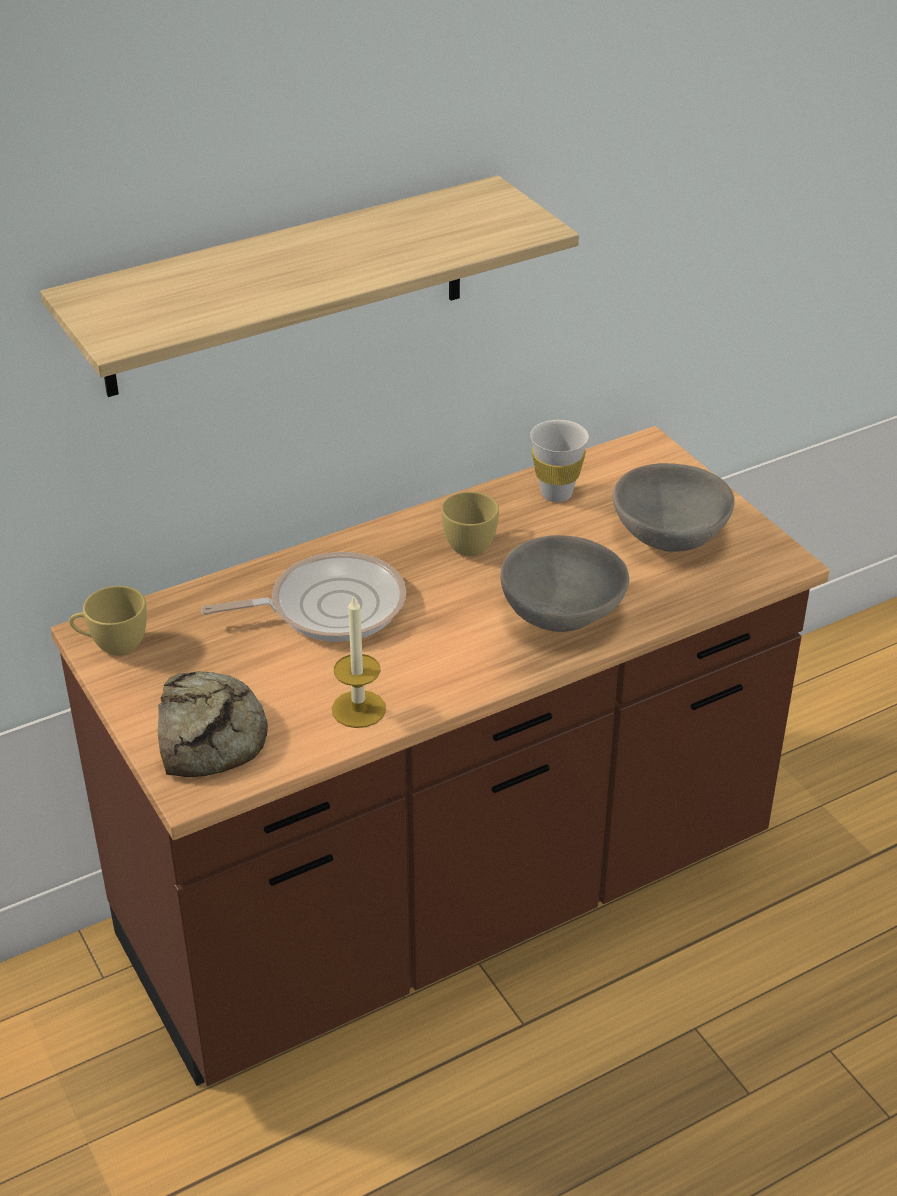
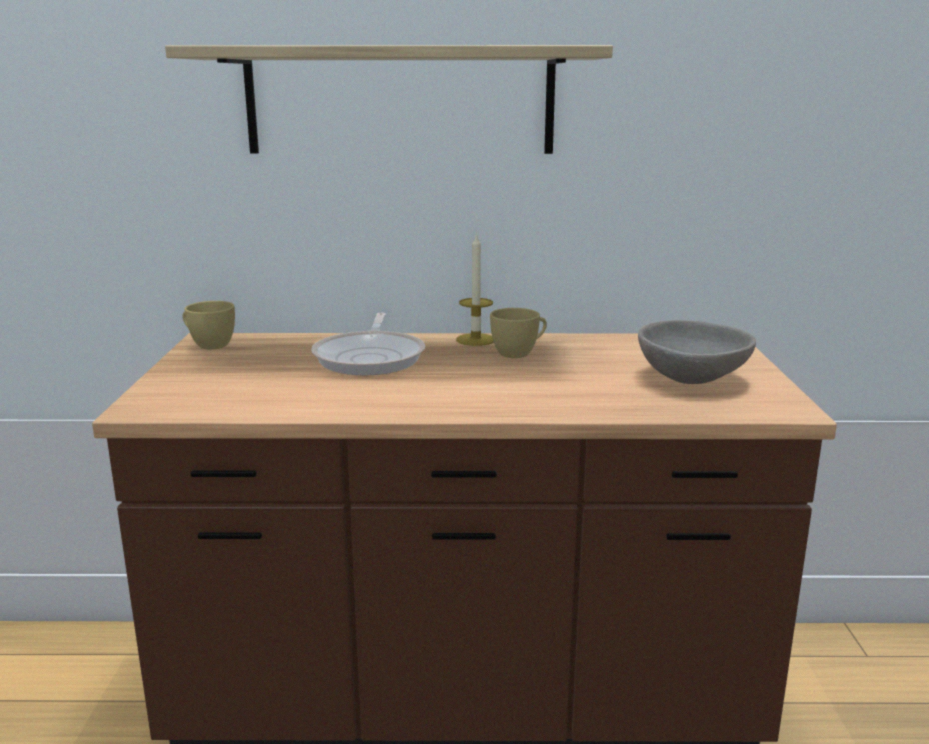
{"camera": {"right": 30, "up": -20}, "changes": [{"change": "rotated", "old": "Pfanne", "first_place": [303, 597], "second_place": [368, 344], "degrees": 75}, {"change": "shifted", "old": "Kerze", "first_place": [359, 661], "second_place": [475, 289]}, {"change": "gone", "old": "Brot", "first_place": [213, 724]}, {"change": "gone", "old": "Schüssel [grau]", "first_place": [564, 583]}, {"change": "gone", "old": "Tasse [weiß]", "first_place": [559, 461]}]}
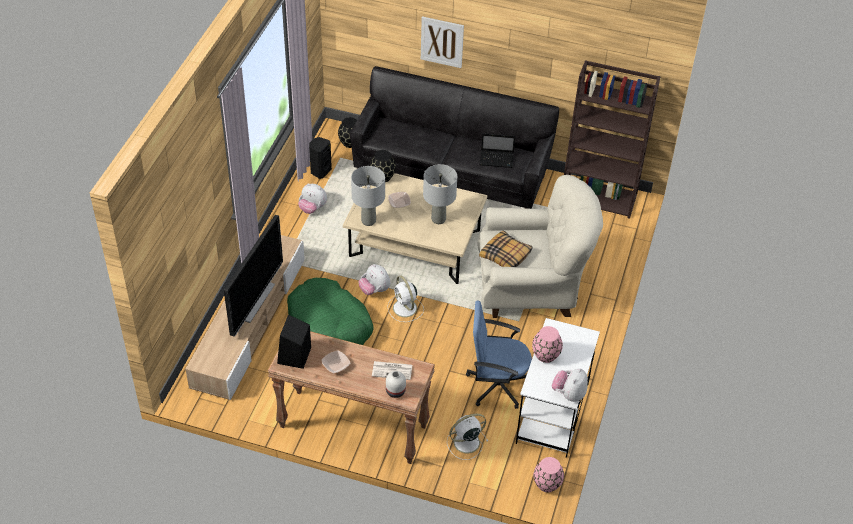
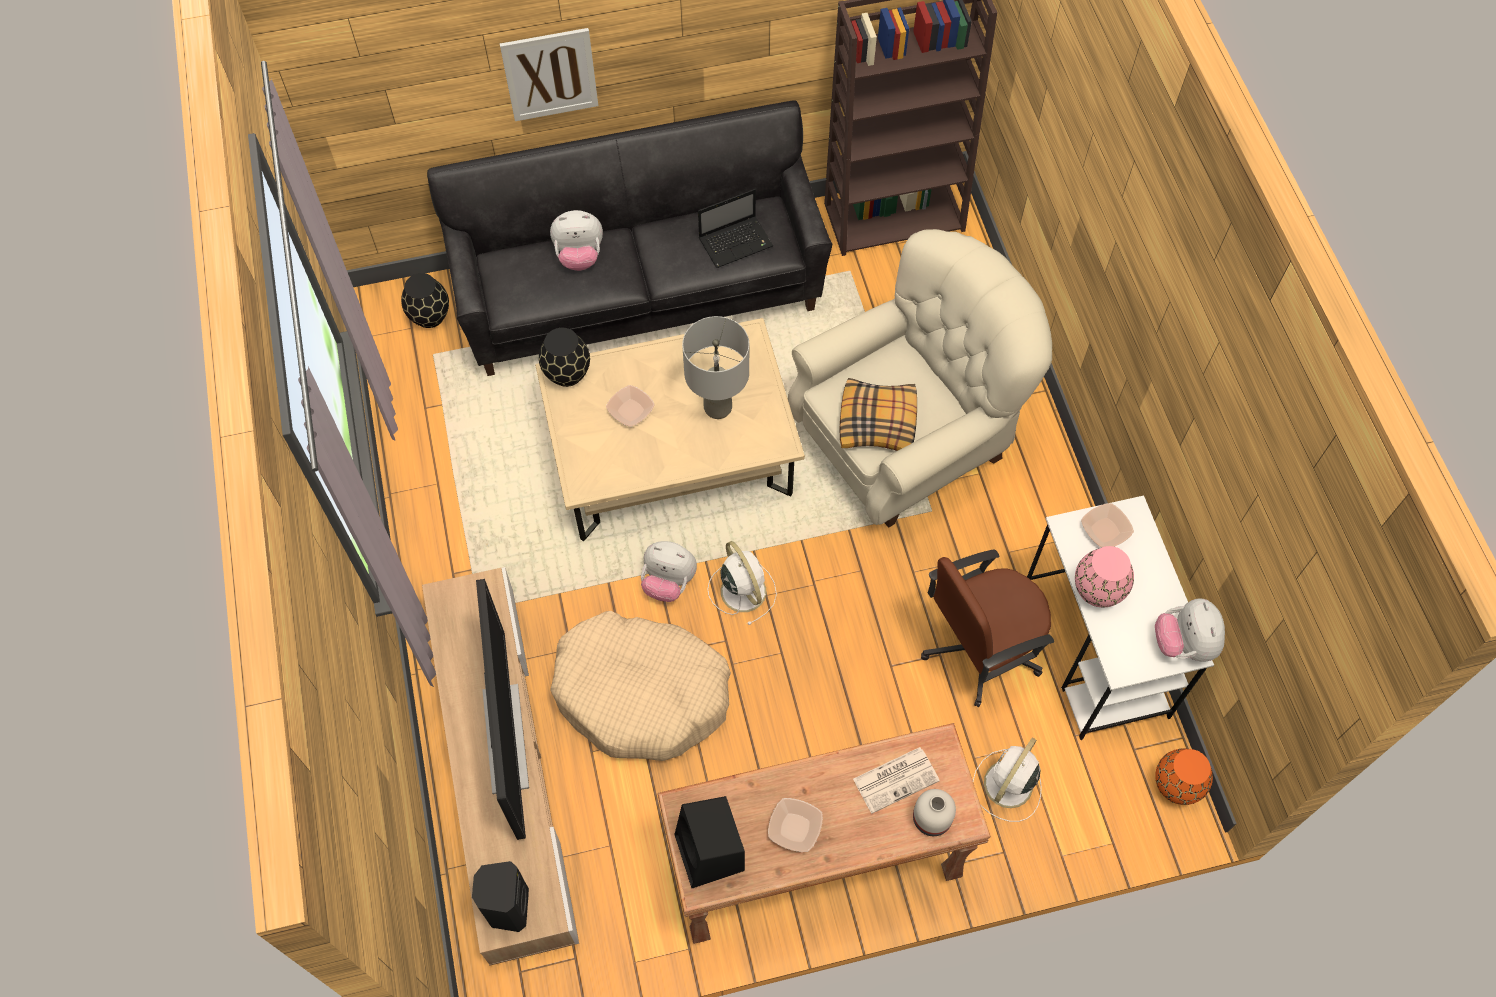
{"camera": {"right": -30, "up": 15}, "changes": [{"change": "shifted", "old": "Lautsprecher [schwarz]", "first_place": [320, 158], "second_place": [500, 896]}, {"change": "shifted", "old": "Plüschtier", "first_place": [312, 199], "second_place": [576, 240]}, {"change": "repainted", "old": "Hundebett [grün]", "new": "Hundebett [beige]", "first_place": [330, 311], "second_place": [640, 686]}, {"change": "rotated", "old": "Ventilator [weiß]", "first_place": [406, 299], "second_place": [742, 583], "degrees": -150}, {"change": "repainted", "old": "Bürostuhl [blau]", "new": "Bürostuhl [braun]", "first_place": [499, 355], "second_place": [987, 628]}, {"change": "new", "new": "Schüssel", "second_place": [1107, 525]}, {"change": "repainted", "old": "Vase [rosa]", "new": "Vase [orange]", "first_place": [549, 474], "second_place": [1184, 776]}, {"change": "gone", "old": "Tischlampe [grau]", "first_place": [368, 196]}]}
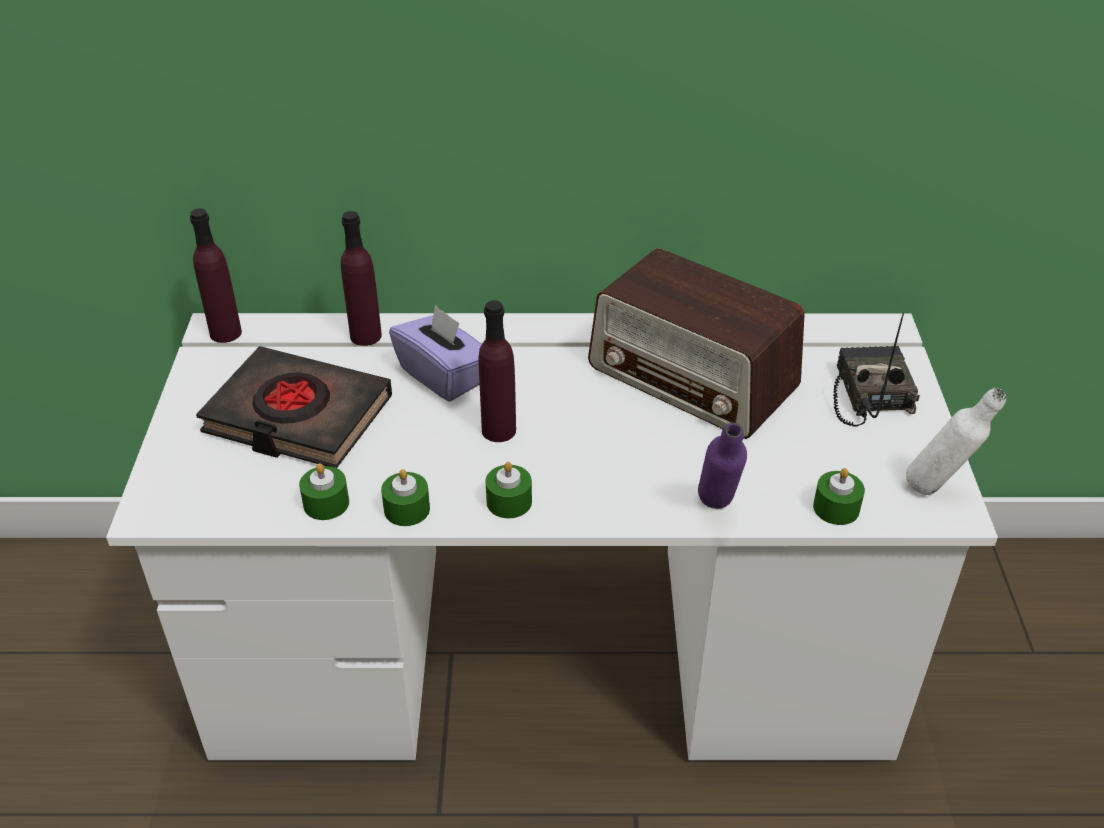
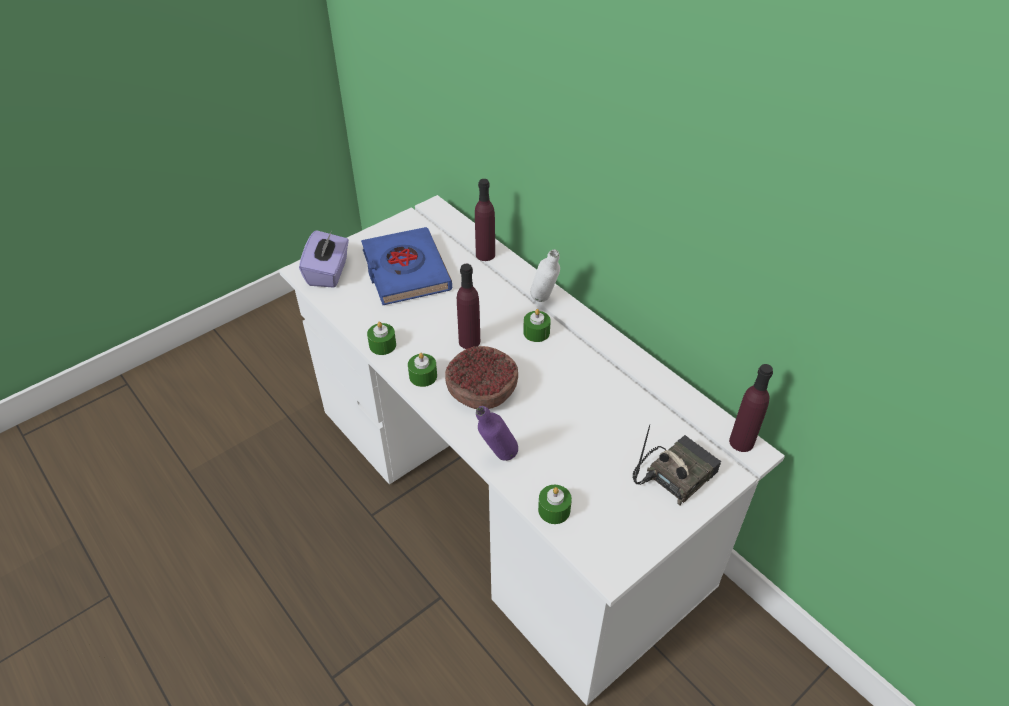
{"camera": {"right": 50, "up": 5}, "changes": [{"change": "shifted", "old": "Taschentuchbox [lila]", "first_place": [435, 353], "second_place": [324, 259]}, {"change": "repainted", "old": "Buch [schwarz]", "new": "Buch [blau]", "first_place": [294, 407], "second_place": [406, 266]}, {"change": "new", "new": "Schüssel", "second_place": [481, 377]}, {"change": "shifted", "old": "Kerze [grün]", "first_place": [324, 491], "second_place": [537, 325]}, {"change": "shifted", "old": "Flasche [weiß]", "first_place": [956, 441], "second_place": [545, 275]}, {"change": "shifted", "old": "Flasche [lila]", "first_place": [216, 275], "second_place": [751, 408]}, {"change": "gone", "old": "Radio", "first_place": [696, 343]}]}
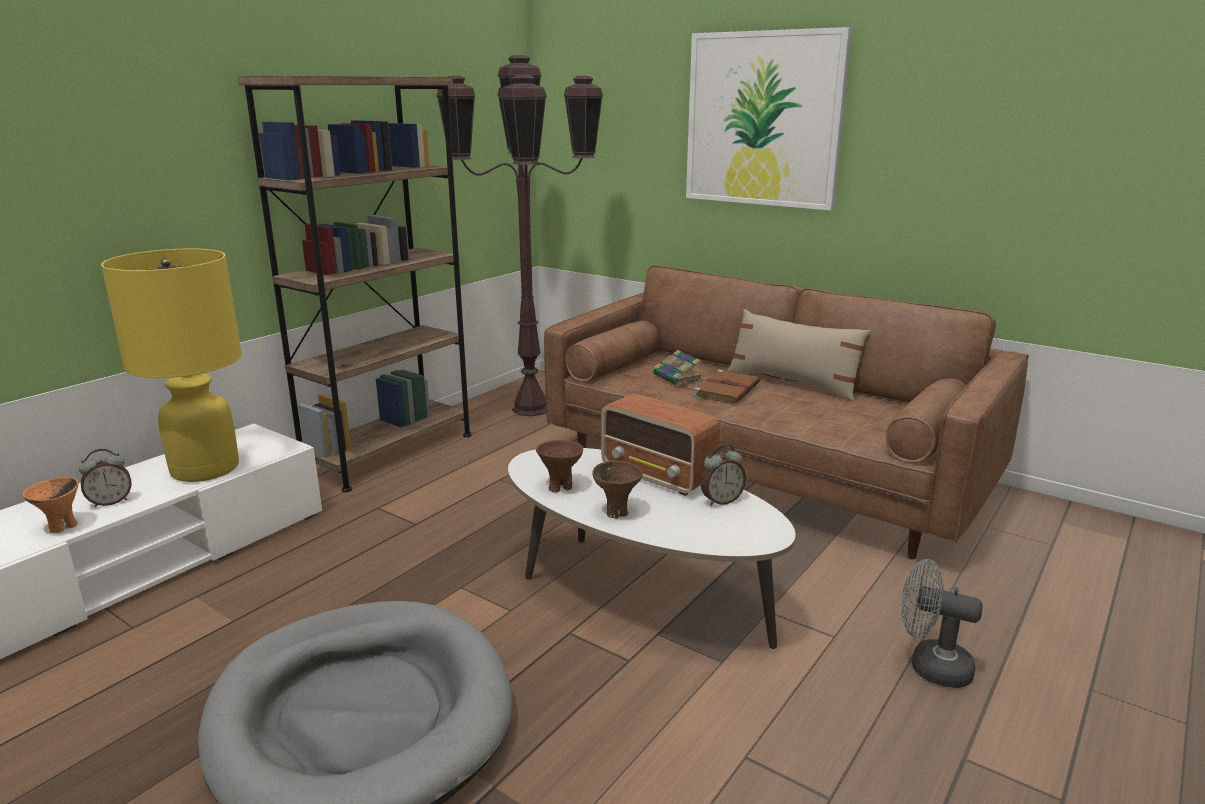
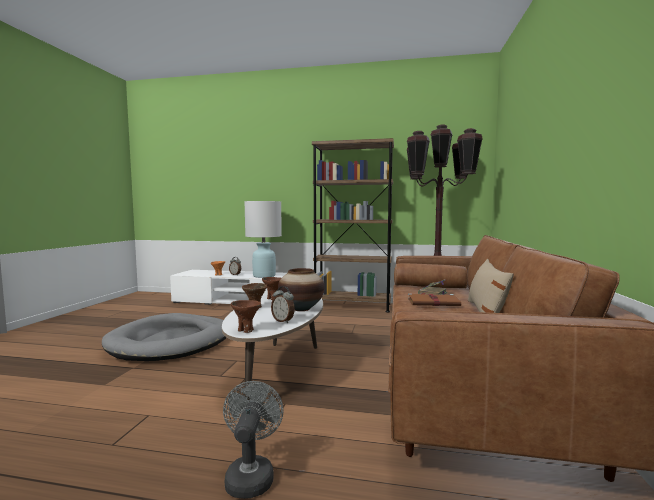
{"camera": {"right": 65, "up": -15}, "changes": [{"change": "new", "new": "Schüssel [braun]", "second_place": [246, 316]}, {"change": "repainted", "old": "Tischlampe [gelb]", "new": "Tischlampe [weiß]", "first_place": [171, 365], "second_place": [263, 239]}, {"change": "swapped", "old": "Radio", "new": "Vase", "first_place": [660, 445], "second_place": [301, 289]}, {"change": "gone", "old": "Bild", "first_place": [769, 119]}]}
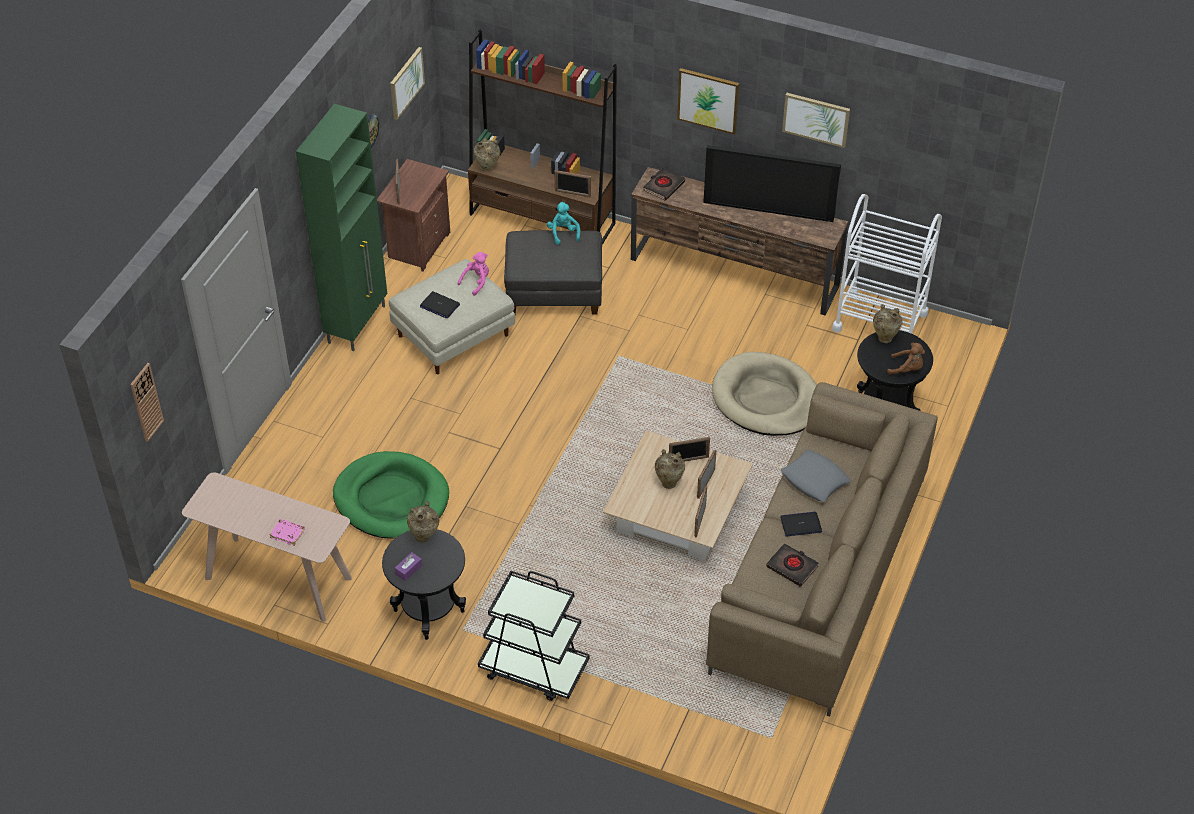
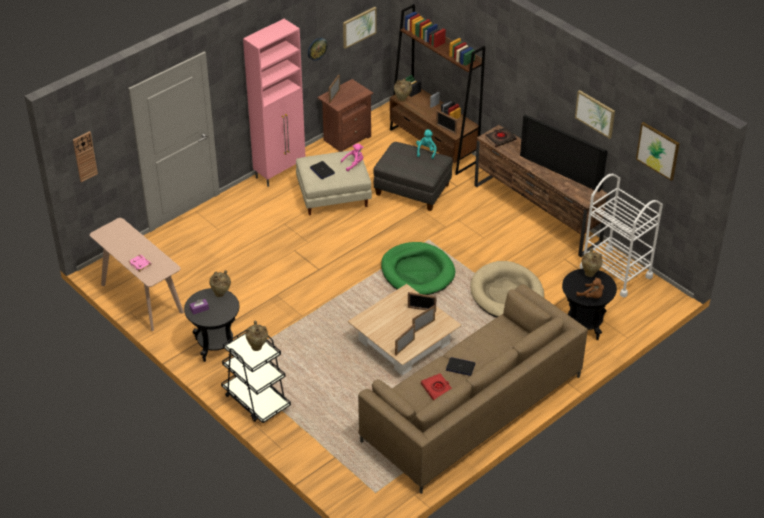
{"camera": {"right": 25, "up": -5}, "changes": [{"change": "repainted", "old": "Schrank [grün]", "new": "Schrank [rosa]", "first_place": [341, 227], "second_place": [274, 103]}, {"change": "shifted", "old": "Vase [beige]", "first_place": [670, 469], "second_place": [257, 335]}, {"change": "shifted", "old": "Hundebett [grün]", "first_place": [391, 495], "second_place": [418, 268]}, {"change": "repainted", "old": "Buch [schwarz]", "new": "Buch [rot]", "first_place": [792, 565], "second_place": [436, 386]}, {"change": "shifted", "old": "Bild", "first_place": [708, 101], "second_place": [658, 151]}, {"change": "gone", "old": "Kissen [grau]", "first_place": [816, 475]}]}
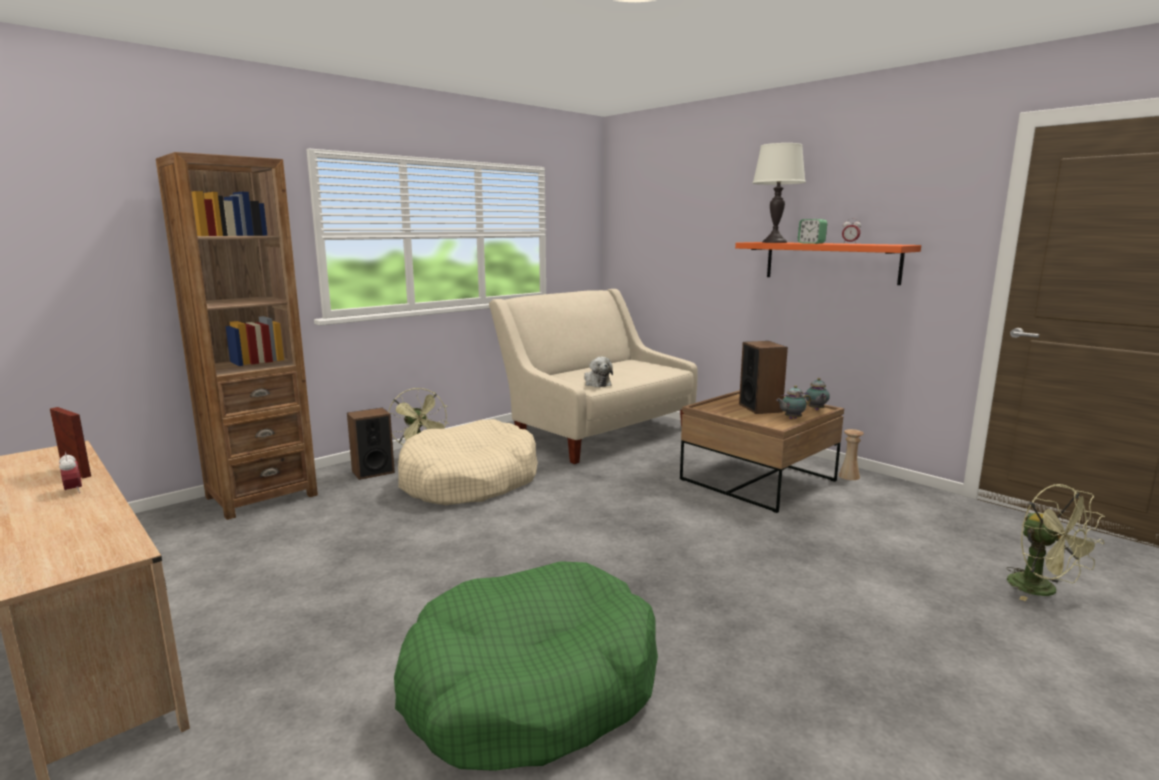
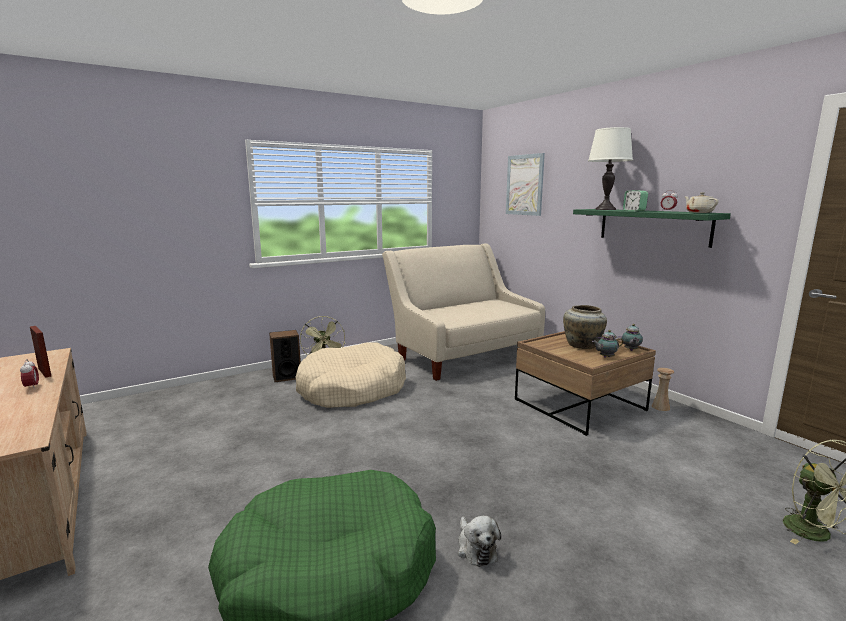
{"camera": {"right": 10, "up": 0}, "changes": [{"change": "shifted", "old": "Plüschtier", "first_place": [598, 372], "second_place": [479, 541]}, {"change": "new", "new": "Bild", "second_place": [525, 184]}, {"change": "swapped", "old": "Lautsprecher", "new": "Vase [beige]", "first_place": [763, 377], "second_place": [585, 327]}, {"change": "repainted", "old": "Wandregal [orange]", "new": "Wandregal [grün]", "first_place": [828, 263], "second_place": [652, 228]}, {"change": "new", "new": "Teekanne [beige]", "second_place": [701, 202]}, {"change": "gone", "old": "Bücherregal [braun]", "first_place": [237, 336]}]}
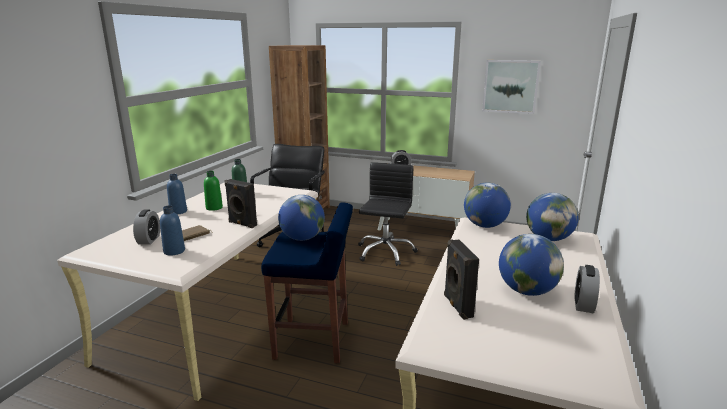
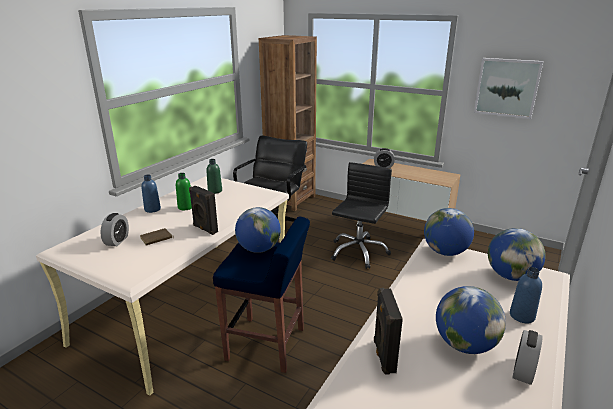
{"camera": {"right": 10, "up": 5}, "changes": [{"change": "shifted", "old": "Flasche [blau]", "first_place": [172, 231], "second_place": [526, 295]}]}
